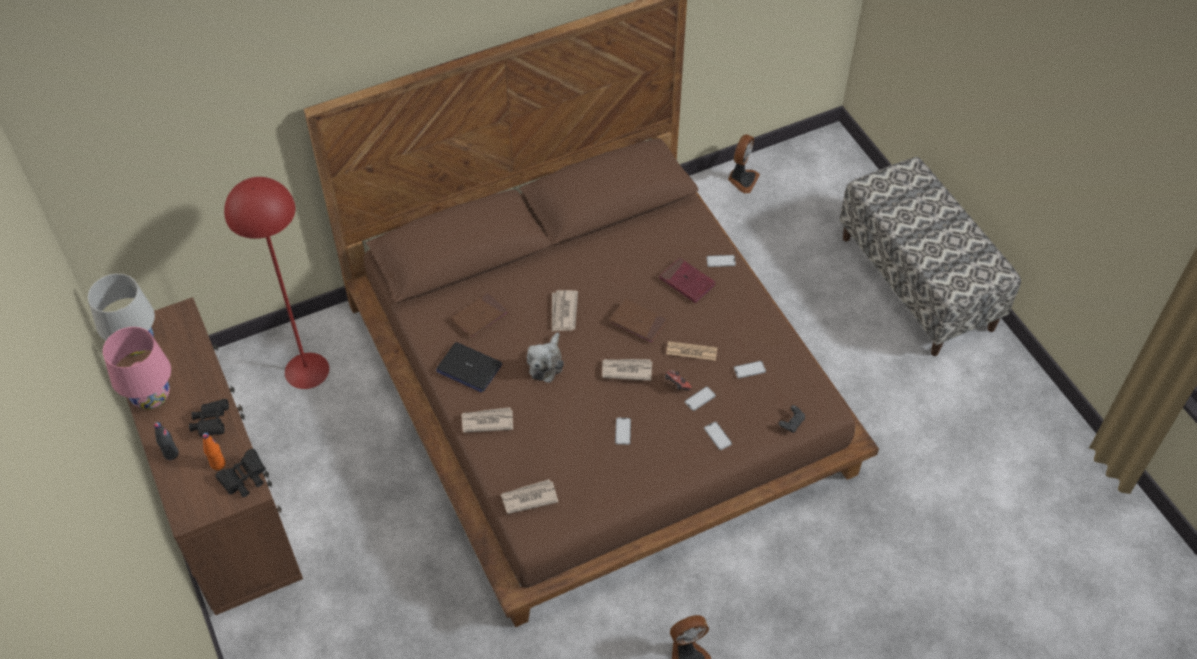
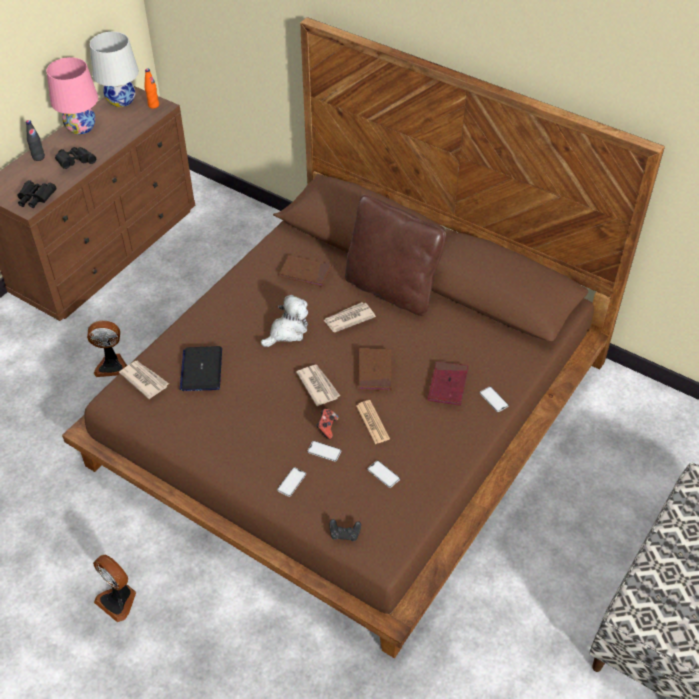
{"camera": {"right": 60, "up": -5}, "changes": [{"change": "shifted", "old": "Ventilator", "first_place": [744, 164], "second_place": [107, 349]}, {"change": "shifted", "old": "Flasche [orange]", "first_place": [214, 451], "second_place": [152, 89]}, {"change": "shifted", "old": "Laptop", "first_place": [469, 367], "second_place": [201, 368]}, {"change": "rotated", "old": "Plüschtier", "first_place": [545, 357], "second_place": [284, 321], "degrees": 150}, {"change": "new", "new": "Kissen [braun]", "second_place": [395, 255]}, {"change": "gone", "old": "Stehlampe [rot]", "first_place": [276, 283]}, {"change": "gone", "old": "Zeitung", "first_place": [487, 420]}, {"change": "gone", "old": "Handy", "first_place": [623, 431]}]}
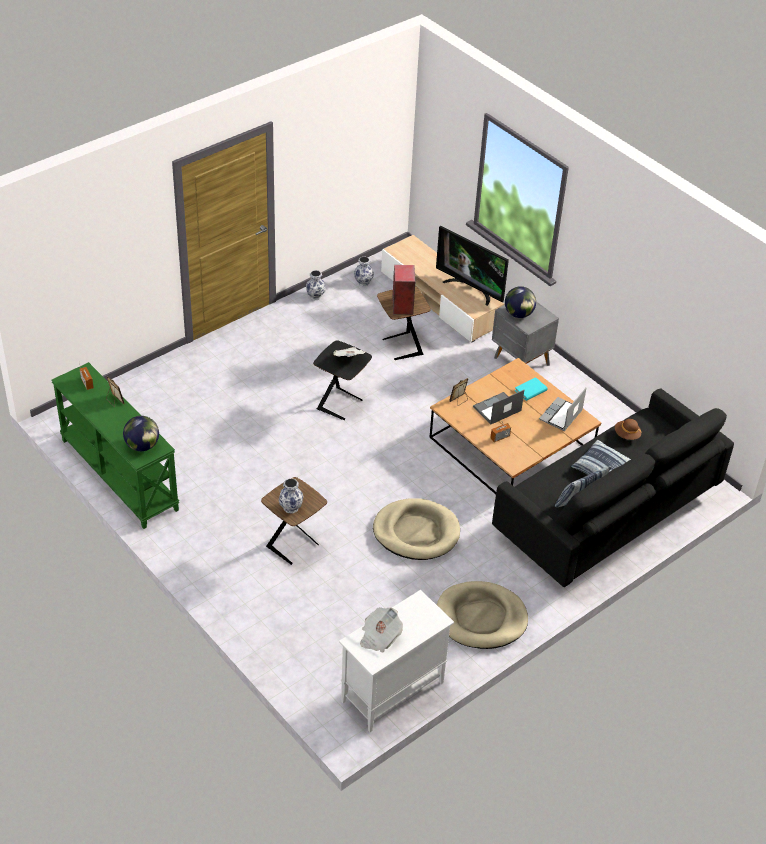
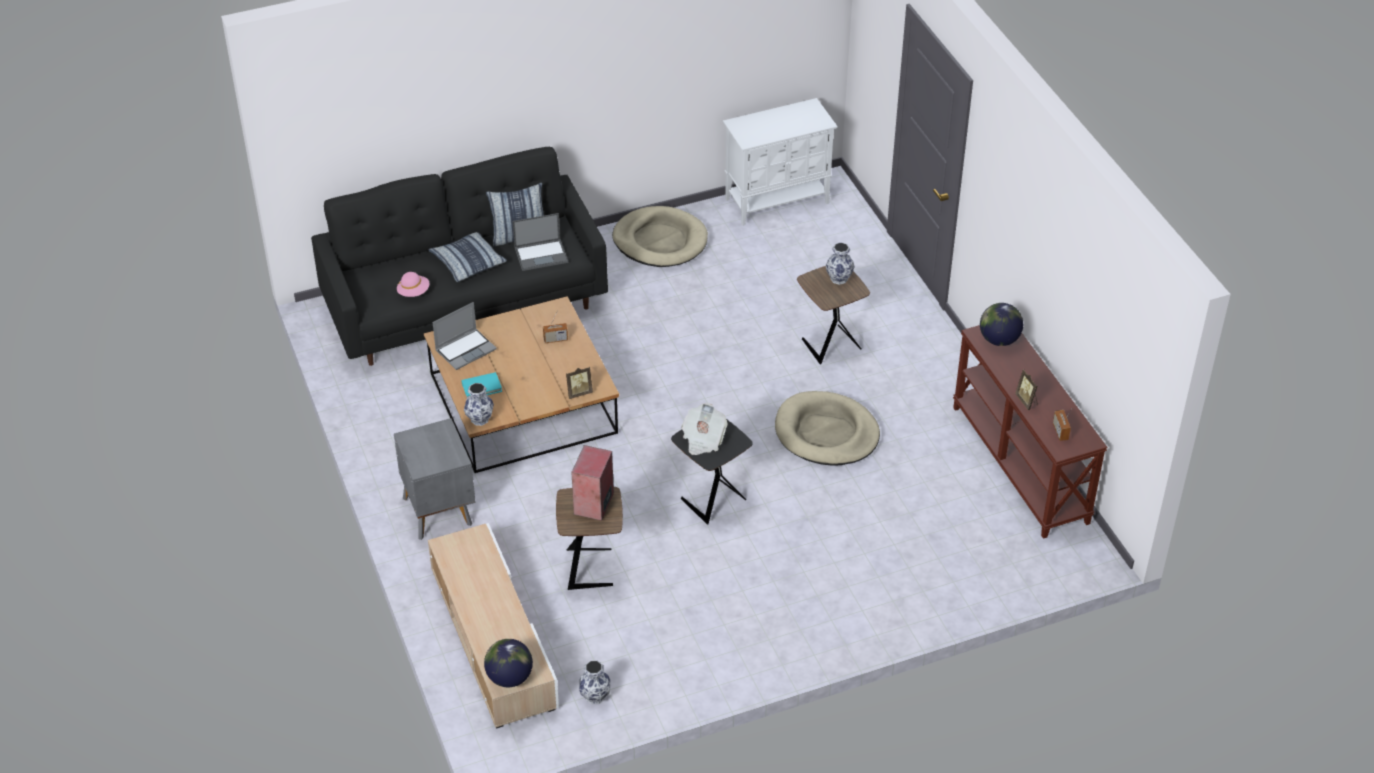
{"camera": {"right": -160, "up": 0}, "changes": [{"change": "repainted", "old": "Hut [braun]", "new": "Hut [rosa]", "first_place": [628, 429], "second_place": [413, 284]}, {"change": "shifted", "old": "Vase", "first_place": [316, 285], "second_place": [479, 404]}, {"change": "shifted", "old": "Globus", "first_place": [520, 302], "second_place": [508, 663]}, {"change": "shifted", "old": "Laptop", "first_place": [498, 407], "second_place": [540, 242]}, {"change": "shifted", "old": "Hundebett [beige]", "first_place": [416, 529], "second_place": [827, 428]}, {"change": "repainted", "old": "Konsolentisch [grün]", "new": "Konsolentisch [braun]", "first_place": [116, 445], "second_place": [1030, 432]}, {"change": "gone", "old": "Zeitung", "first_place": [381, 629]}, {"change": "gone", "old": "Fernseher", "first_place": [472, 266]}]}
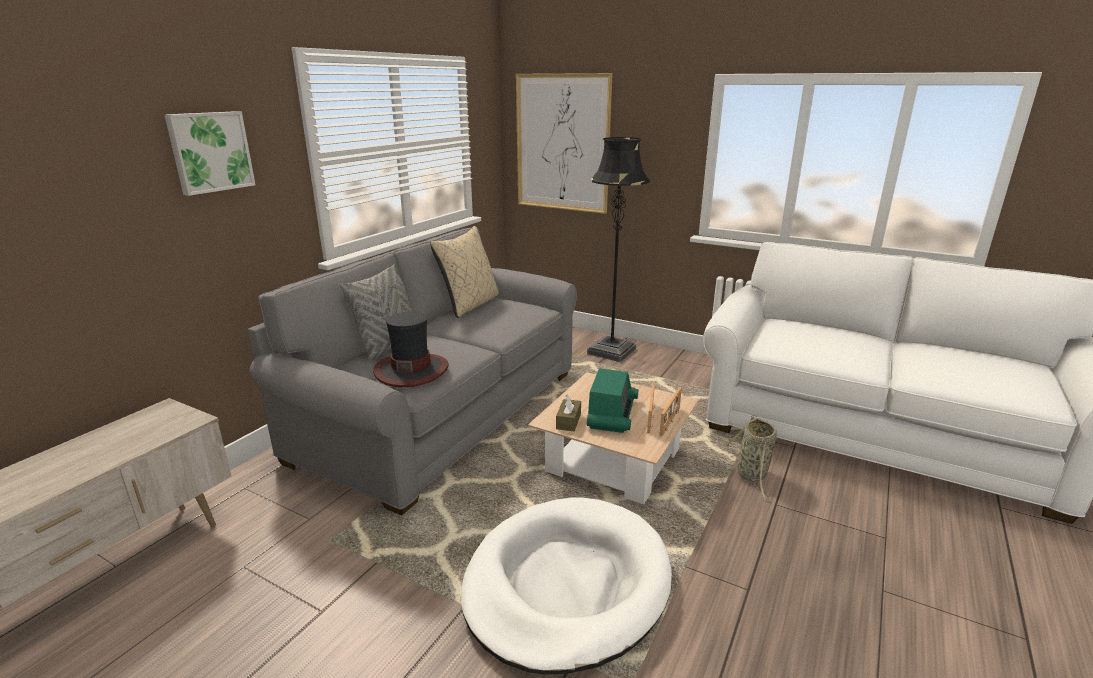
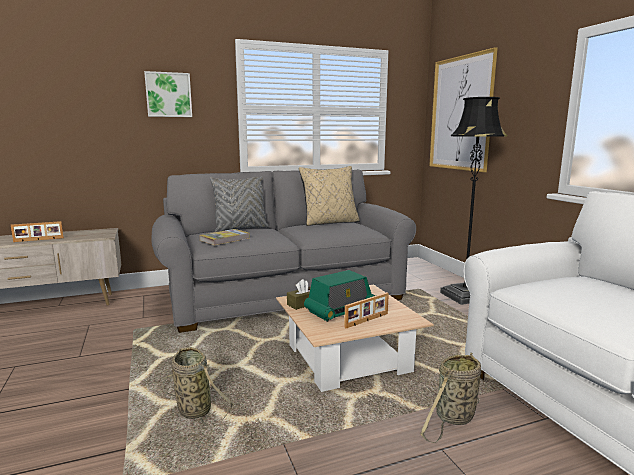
{"camera": {"right": 40, "up": -10}, "changes": [{"change": "shifted", "old": "Bilderrahmen", "first_place": [670, 411], "second_place": [37, 231]}, {"change": "swapped", "old": "Hundebett [weiß]", "new": "Korb", "first_place": [566, 585], "second_place": [198, 387]}, {"change": "swapped", "old": "Hut", "new": "Buch", "first_place": [411, 349], "second_place": [225, 237]}]}
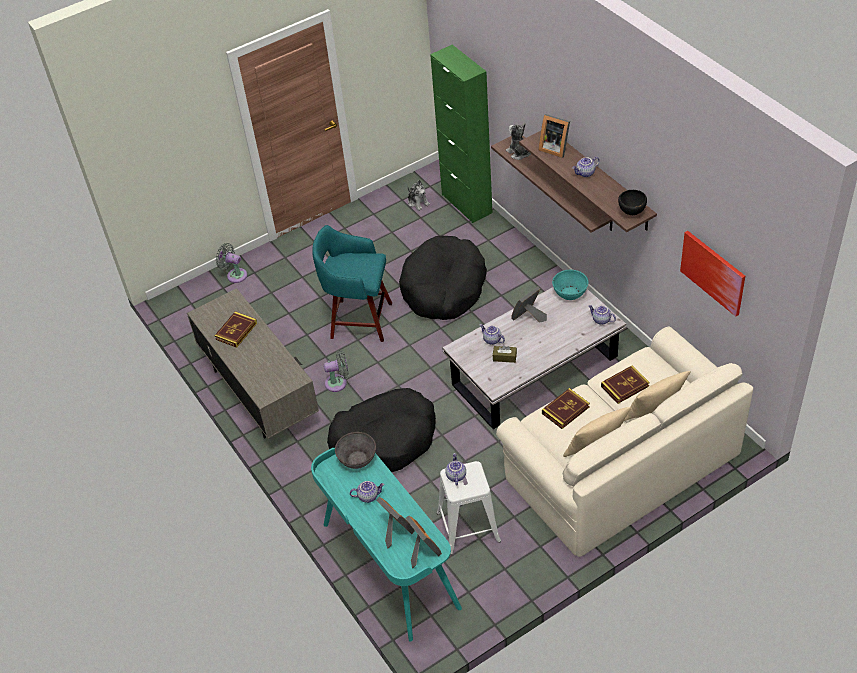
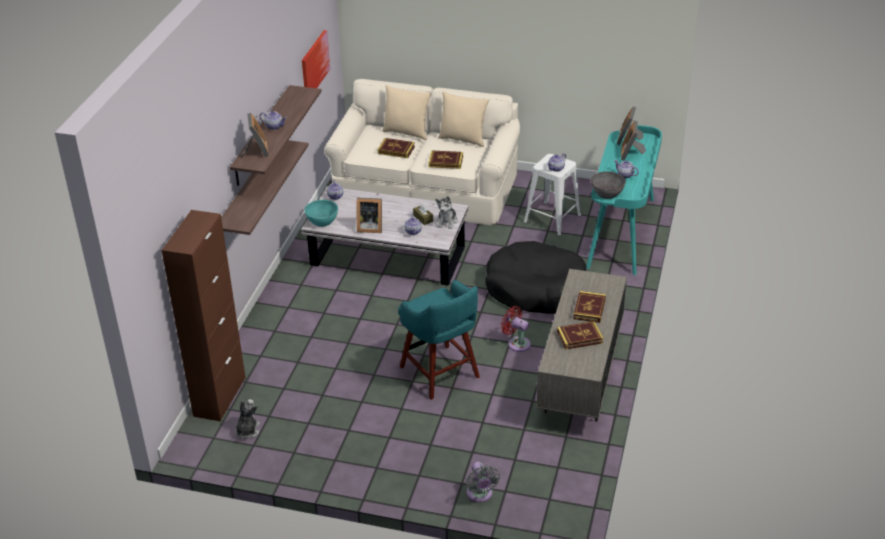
{"camera": {"right": -135, "up": -10}, "changes": [{"change": "repainted", "old": "Schrank [grün]", "new": "Schrank [braun]", "first_place": [461, 134], "second_place": [204, 316]}, {"change": "shifted", "old": "Plüschtier", "first_place": [518, 141], "second_place": [446, 212]}, {"change": "repainted", "old": "Ventilator [grau]", "new": "Ventilator [rot]", "first_place": [336, 371], "second_place": [516, 329]}, {"change": "new", "new": "Buch", "second_place": [589, 307]}, {"change": "gone", "old": "Hundebett [schwarz]", "first_place": [443, 278]}, {"change": "gone", "old": "Schüssel [schwarz]", "first_place": [632, 202]}]}
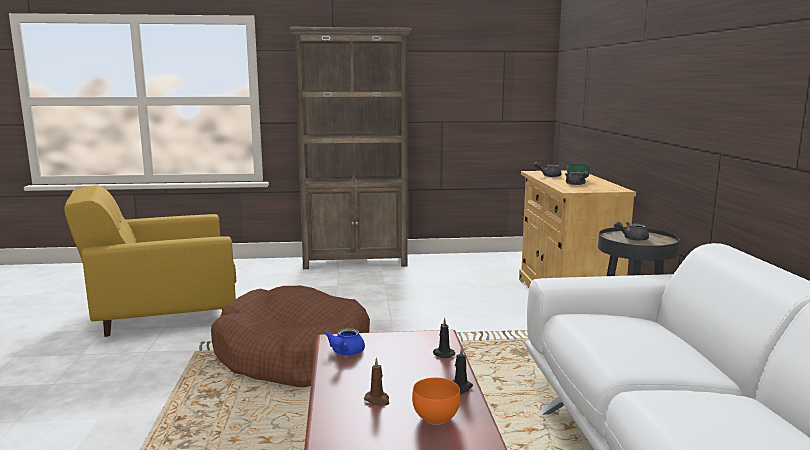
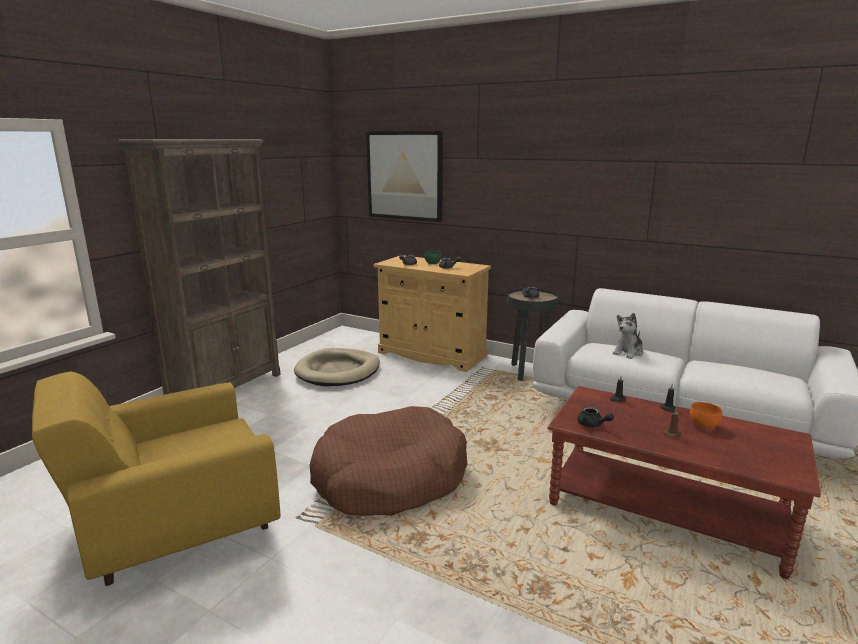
{"camera": {"right": -55, "up": 5}, "changes": [{"change": "rotated", "old": "Sessel [gelb]", "first_place": [150, 261], "second_place": [156, 479], "degrees": 45}, {"change": "new", "new": "Hundebett [beige]", "second_place": [337, 367]}, {"change": "new", "new": "Bild", "second_place": [404, 176]}, {"change": "repainted", "old": "Teekanne [blau]", "new": "Teekanne [schwarz]", "first_place": [344, 341], "second_place": [596, 417]}, {"change": "new", "new": "Plüschtier", "second_place": [628, 336]}]}
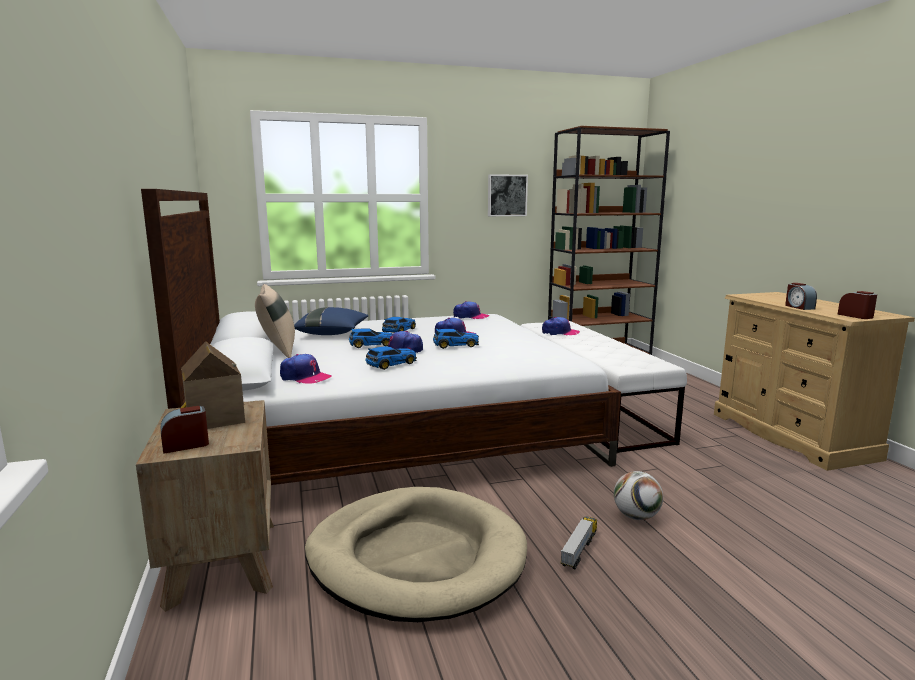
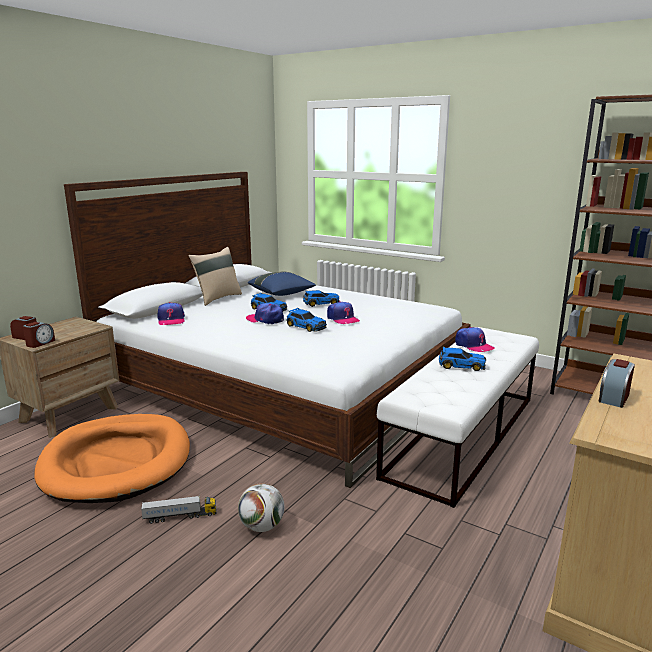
{"camera": {"right": 50, "up": 5}, "changes": [{"change": "shifted", "old": "Wecker", "first_place": [857, 305], "second_place": [39, 335]}, {"change": "repainted", "old": "Hundebett [beige]", "new": "Hundebett [orange]", "first_place": [416, 554], "second_place": [112, 458]}, {"change": "shifted", "old": "Spielzeugauto", "first_place": [391, 358], "second_place": [462, 359]}, {"change": "gone", "old": "Spielzeughaus", "first_place": [213, 385]}, {"change": "gone", "old": "Kappe", "first_place": [471, 310]}, {"change": "gone", "old": "Bild", "first_place": [508, 195]}]}
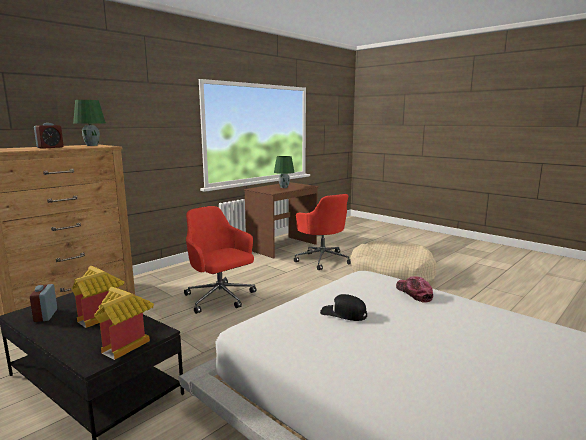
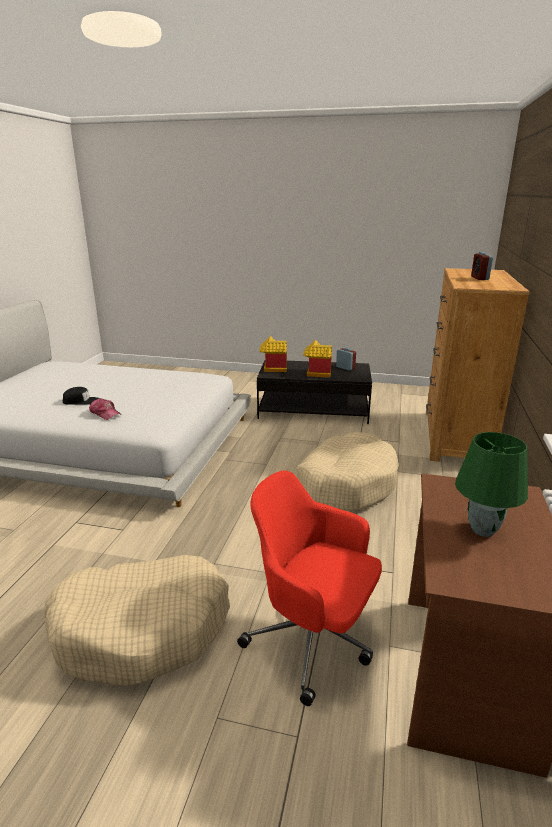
{"camera": {"right": 150, "up": 10}, "changes": [{"change": "shifted", "old": "Kappe [schwarz]", "first_place": [343, 307], "second_place": [81, 396]}, {"change": "swapped", "old": "Bürostuhl [rot]", "new": "Hundebett [beige]", "first_place": [220, 260], "second_place": [347, 471]}, {"change": "gone", "old": "Tischlampe [grün]", "first_place": [89, 123]}]}
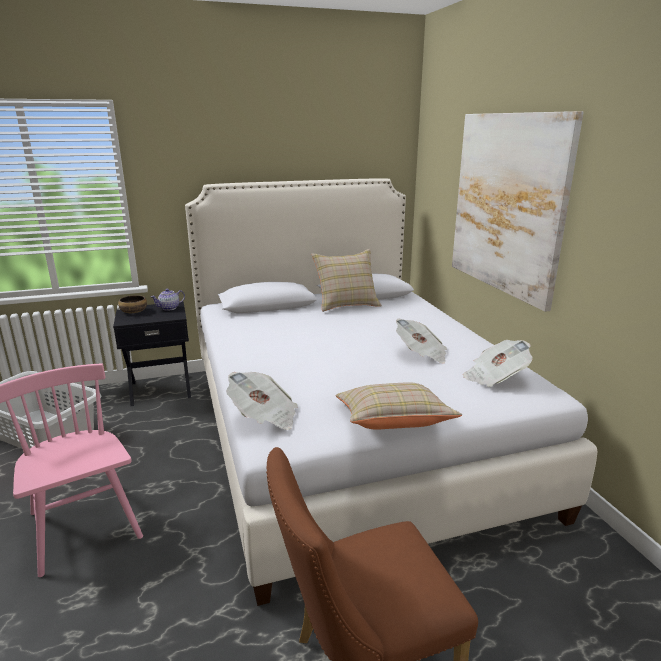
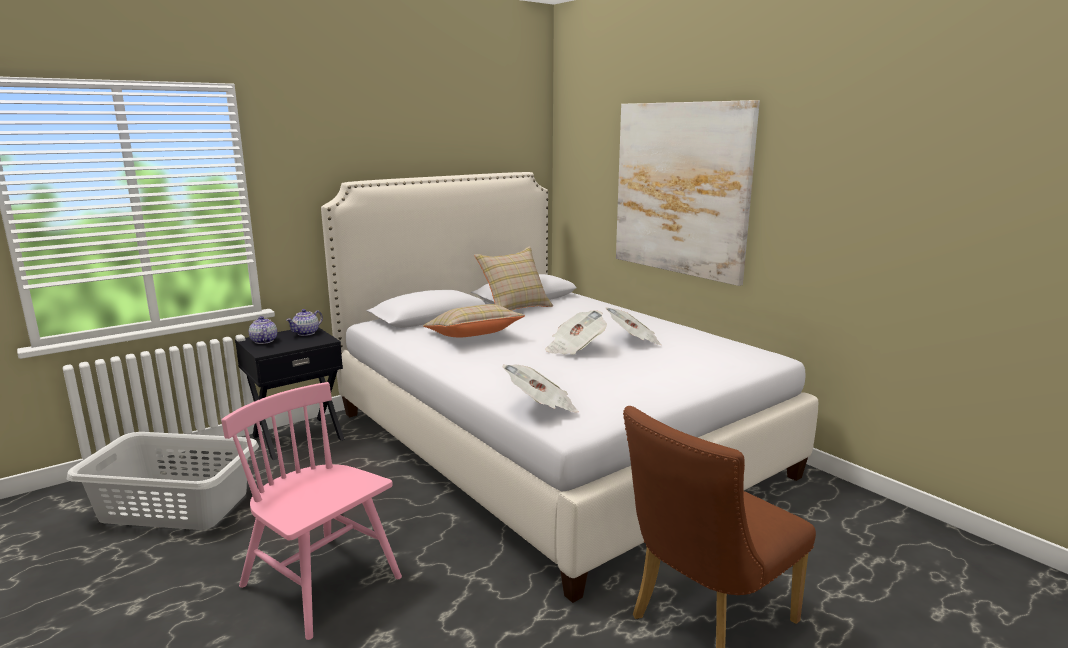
{"camera": {"right": -20, "up": -5}, "changes": [{"change": "swapped", "old": "Schüssel", "new": "Teekanne", "first_place": [132, 304], "second_place": [263, 330]}, {"change": "shifted", "old": "Kissen [beige]", "first_place": [399, 406], "second_place": [474, 320]}, {"change": "shifted", "old": "Zeitung", "first_place": [497, 363], "second_place": [576, 332]}]}
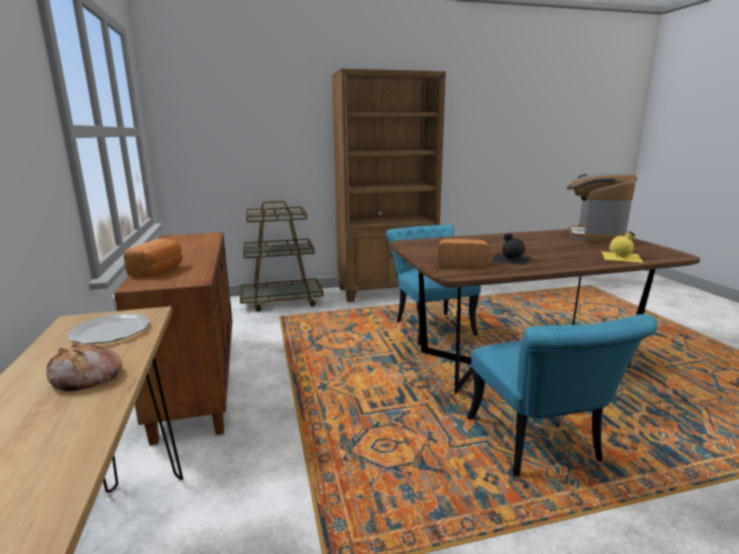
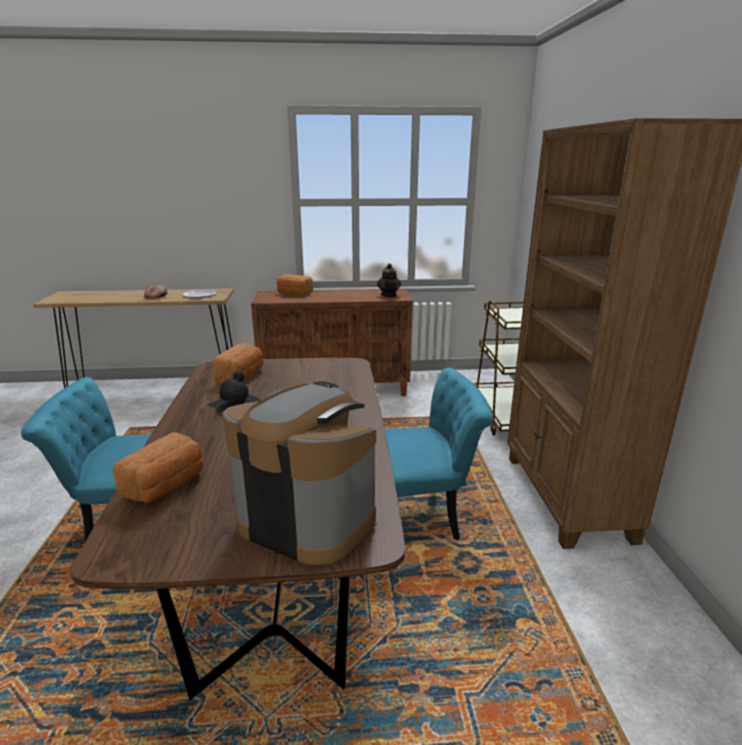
{"camera": {"right": 100, "up": 5}, "changes": [{"change": "swapped", "old": "Flasche [gelb]", "new": "Brot", "first_place": [623, 247], "second_place": [158, 467]}, {"change": "new", "new": "Teekanne", "second_place": [389, 280]}]}
